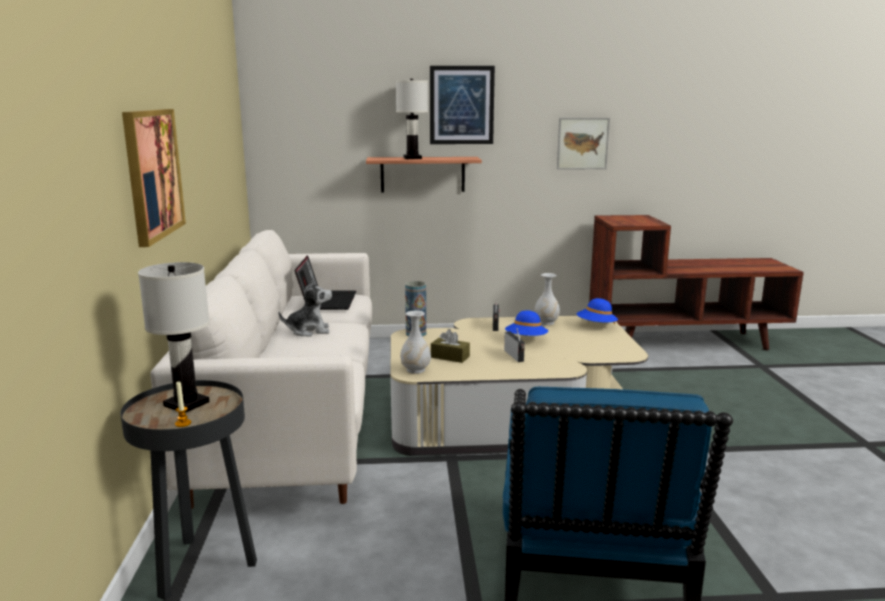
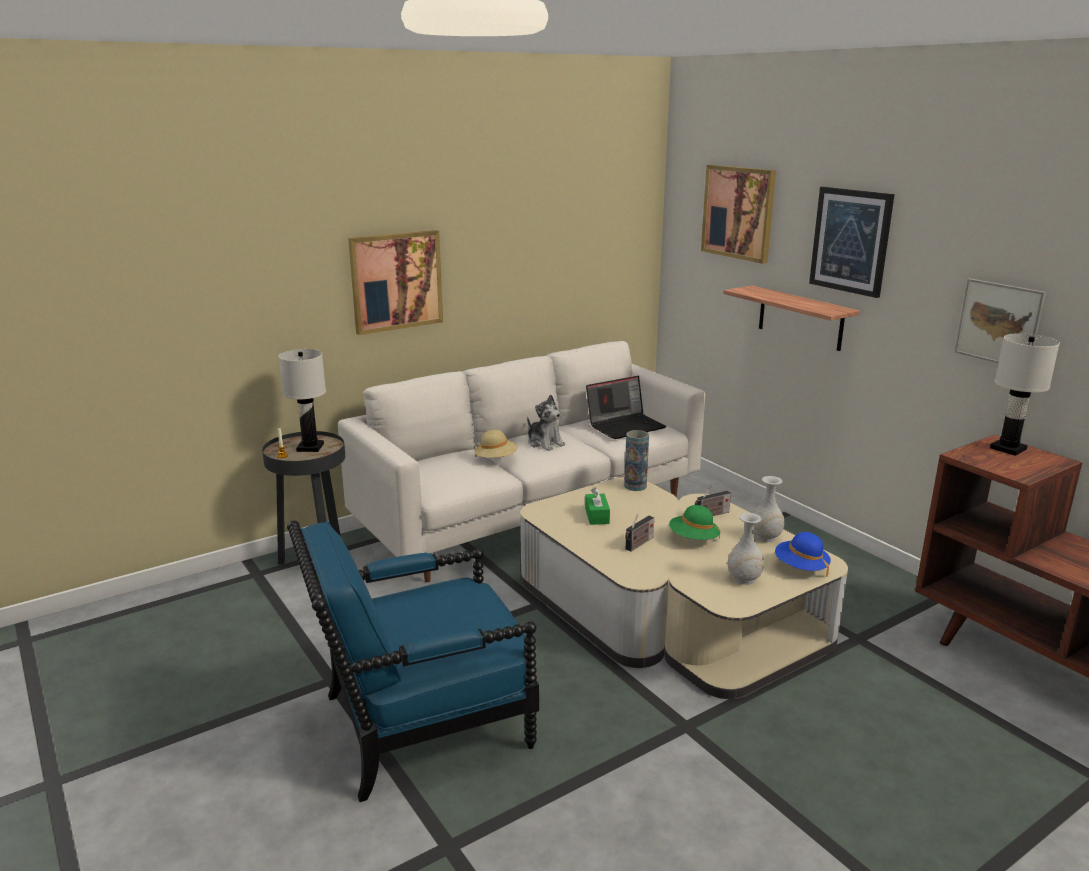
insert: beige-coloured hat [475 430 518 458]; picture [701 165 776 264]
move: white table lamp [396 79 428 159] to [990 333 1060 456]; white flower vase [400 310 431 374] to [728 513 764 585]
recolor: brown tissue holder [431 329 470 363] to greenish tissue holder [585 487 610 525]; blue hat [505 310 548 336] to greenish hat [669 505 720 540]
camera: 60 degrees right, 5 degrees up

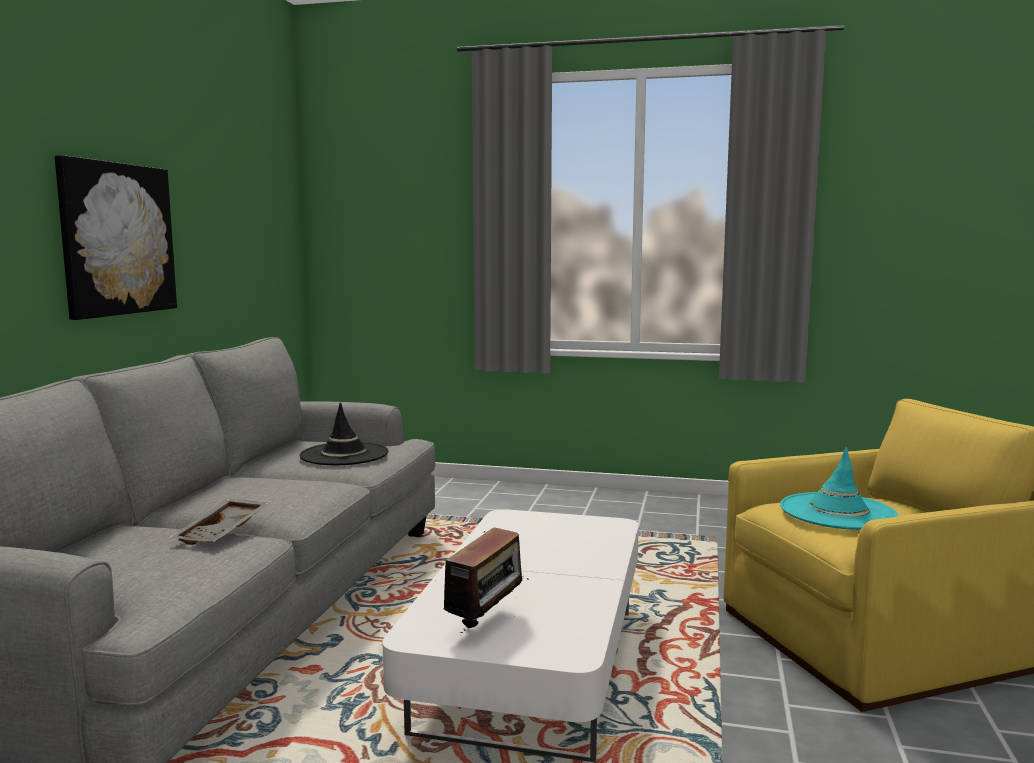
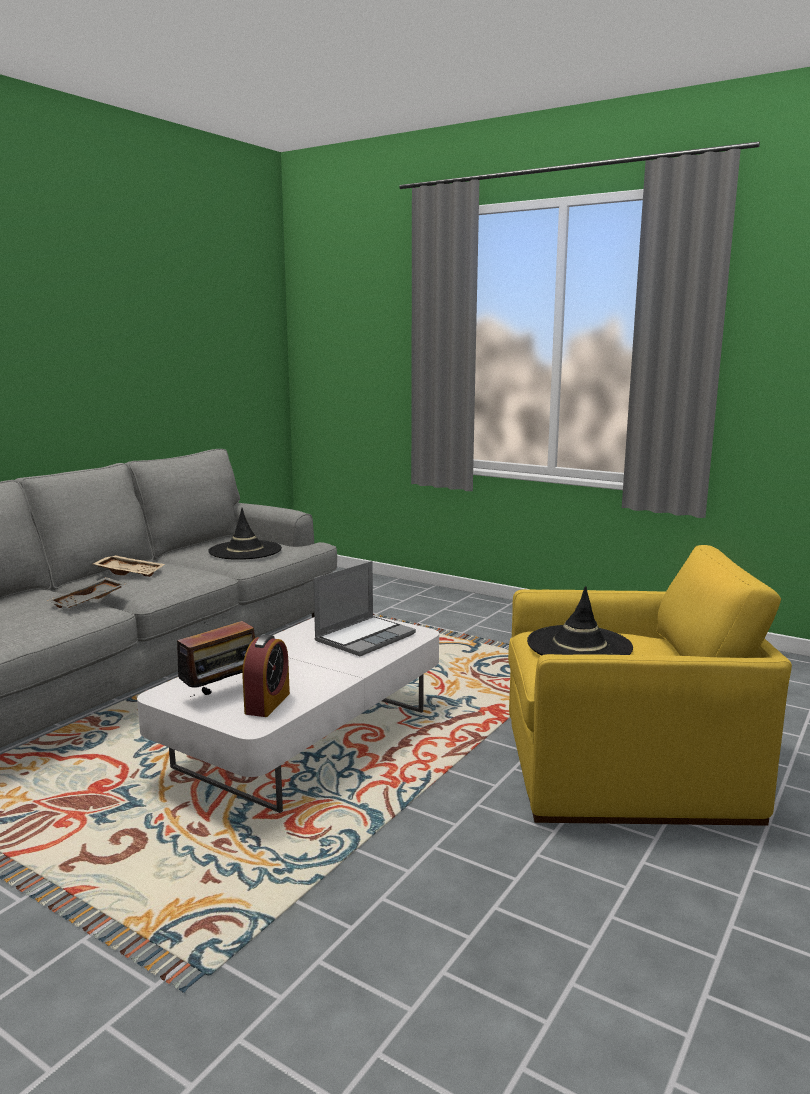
delete: picture [55 155 177 320]
insert: beige-coloured carrying tray [93 555 165 577]; table clock [242 635 290 717]; portable computer [313 561 416 656]
recolor: turquoise hat [780 447 899 530] to blackish hat [527 586 633 655]
camera: 20 degrees right, 5 degrees up

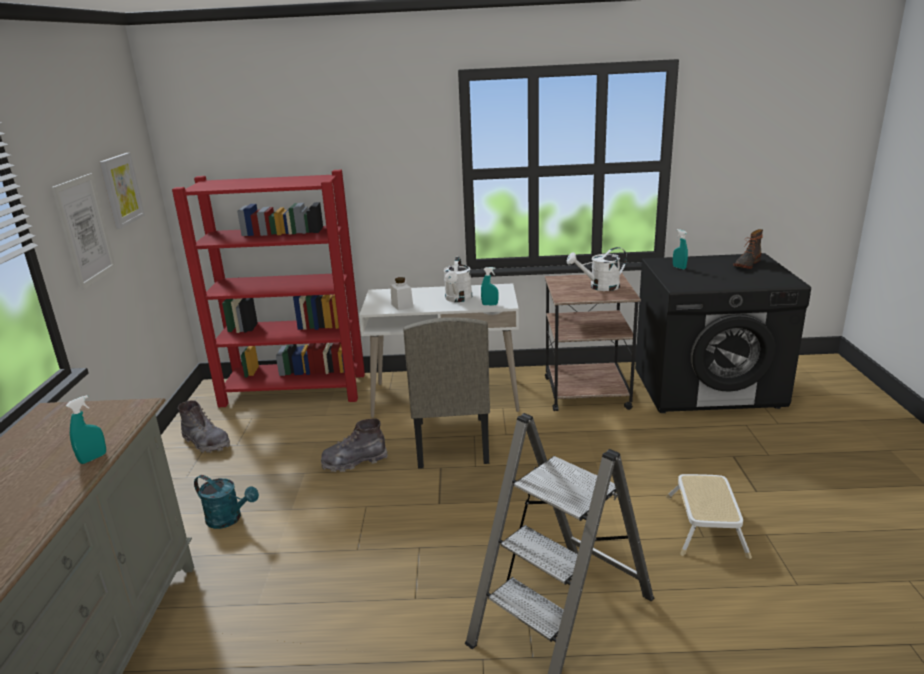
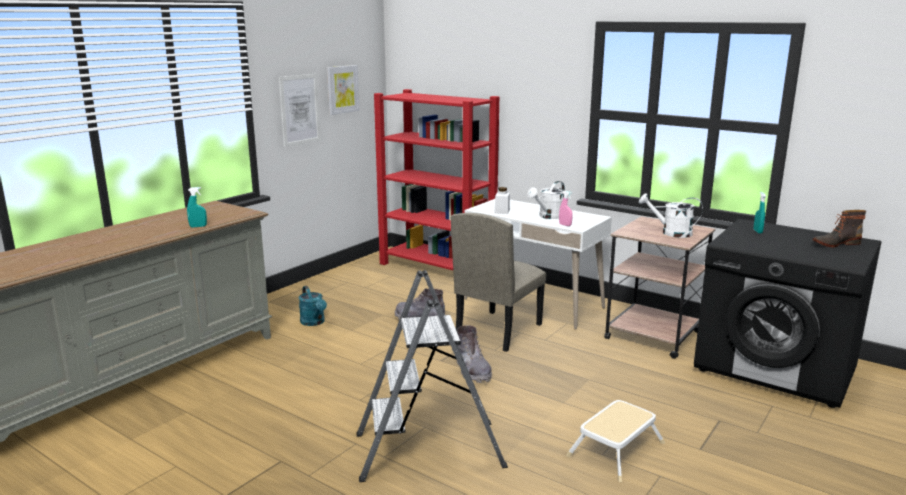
move: gray boot [178 400 230 453] to [457 325 492 383]
recolor: turquoise hand sprayer [481 267 498 305] to pink-coloured hand sprayer [559 191 573 226]
camera: 35 degrees right, 5 degrees down

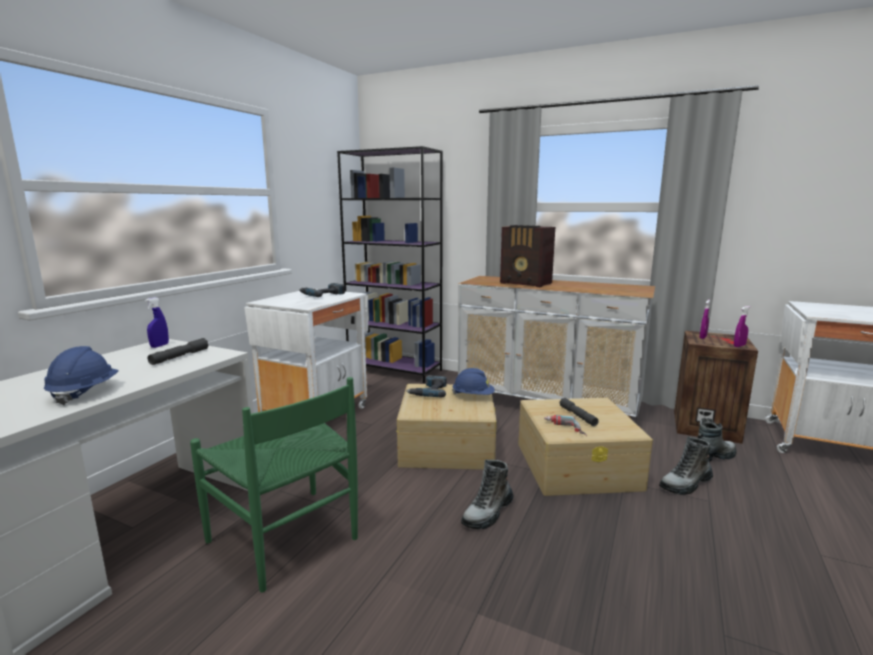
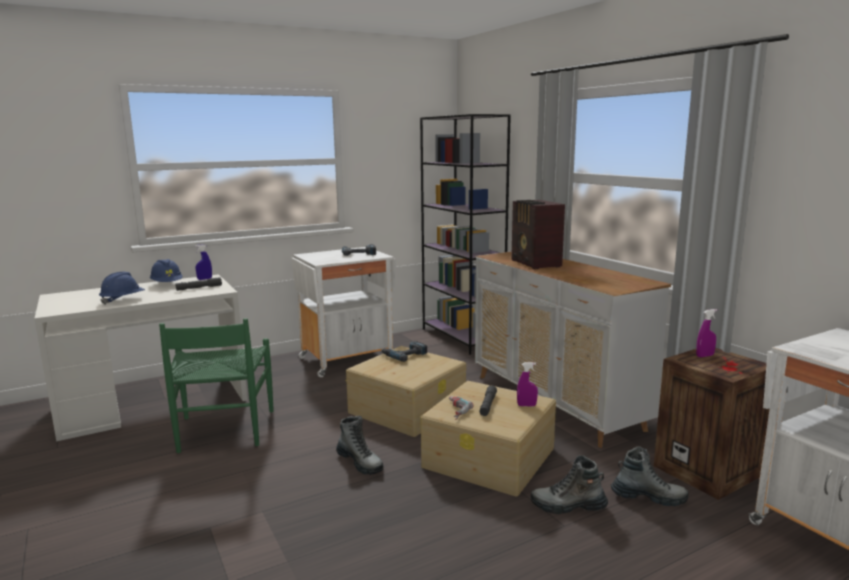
move: blue hard hat [452 368 495 395] to [150 259 182 282]; purplish hand sprayer [734 306 750 347] to [517 362 538 407]
rotate: boot [461 459 514 529] = [336 416 384 475] 120 degrees counterclockwise
camera: 35 degrees right, 0 degrees up

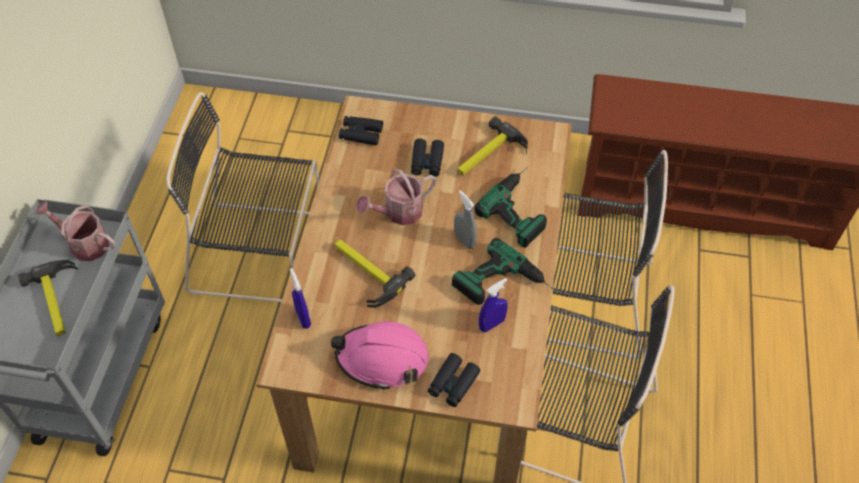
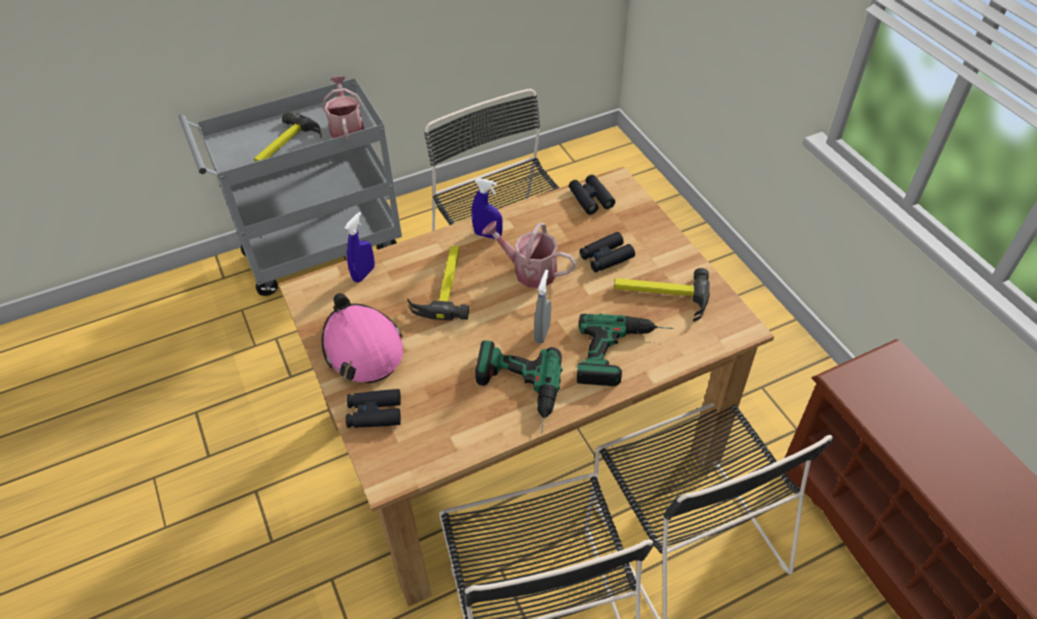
move: blue hand sprayer [479 278 508 332] to [472 178 503 239]
camera: 55 degrees right, 5 degrees down

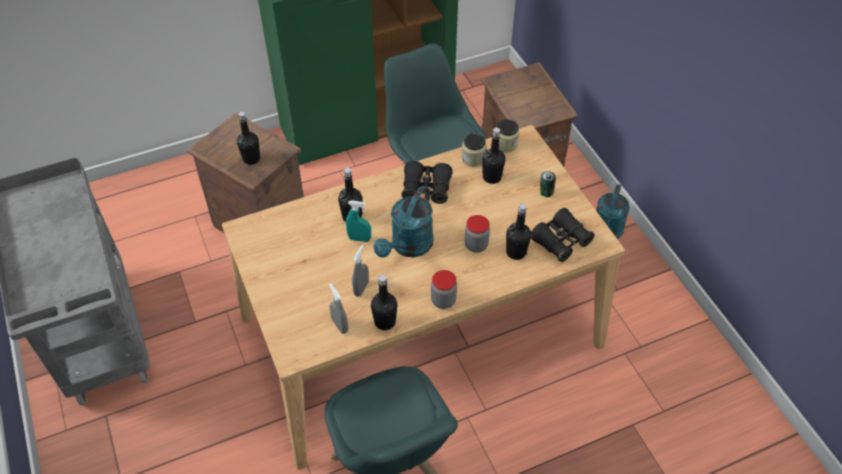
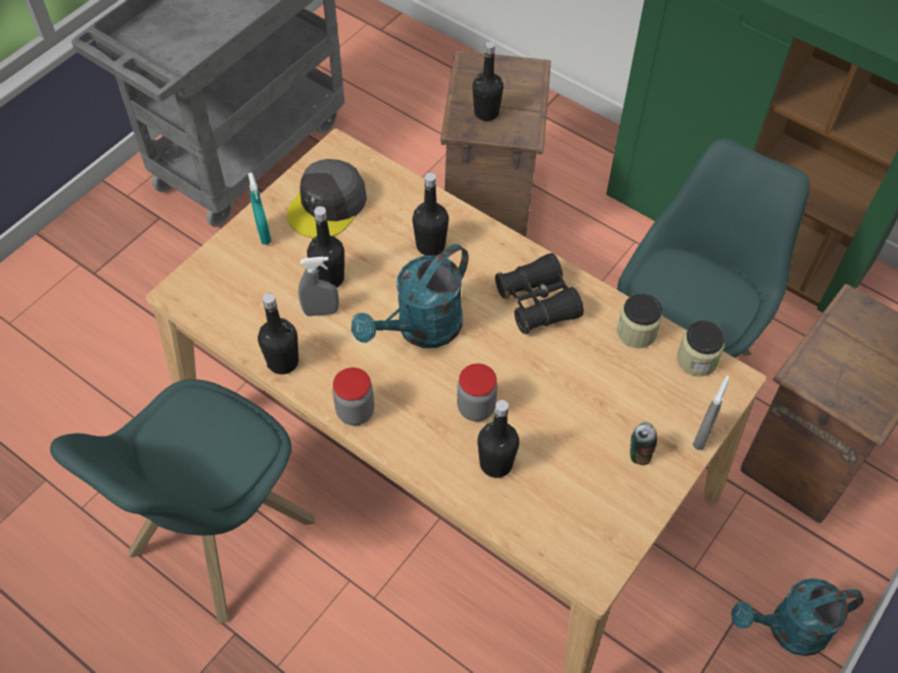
delete: blackish field glasses [531 208 595 262]
insert: gray peaked cap [287 159 367 238]
move: gray hand sprayer [329 283 348 334] to [693 376 730 450]; turquoise hand sprayer [346 201 371 242] to [248 172 271 245]; blackish bottle [482 128 505 184] to [307 206 345 288]
rotate: turquoise sprinkling can [374 186 434 258] = [351 244 469 348] 45 degrees counterclockwise
camera: 60 degrees right, 5 degrees up

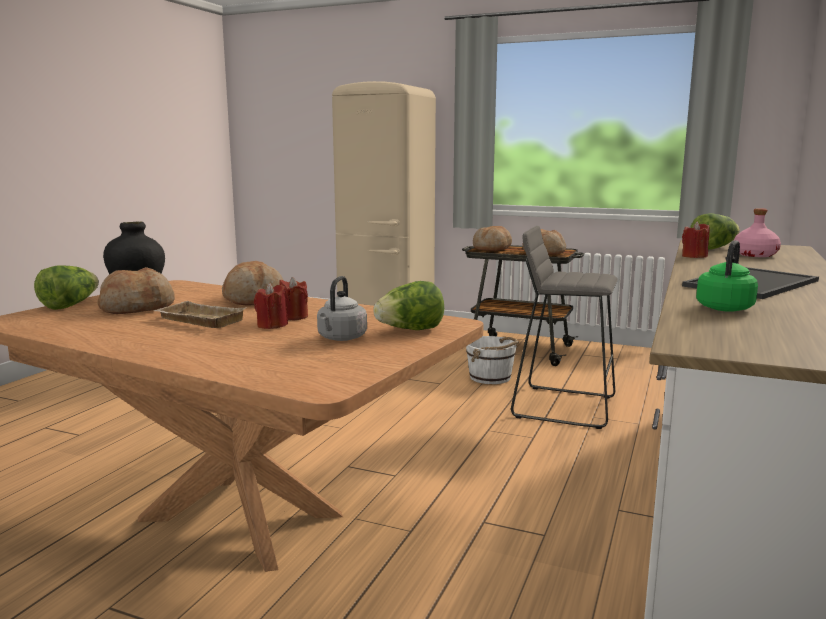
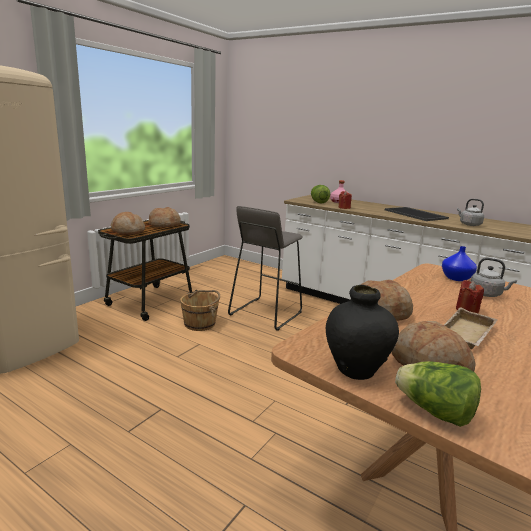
delete: red-coloured wax light [279 277 308 320]
replace: lettuce [373 281 444 330] to blue flower vase [442 246 477 281]
recolor: white pail [466 336 519 384] to brown pail [180 290 220 331]; greenish water kettle [696 240 758 312] to gray water kettle [457 199 484 226]
camera: 80 degrees left, 5 degrees up

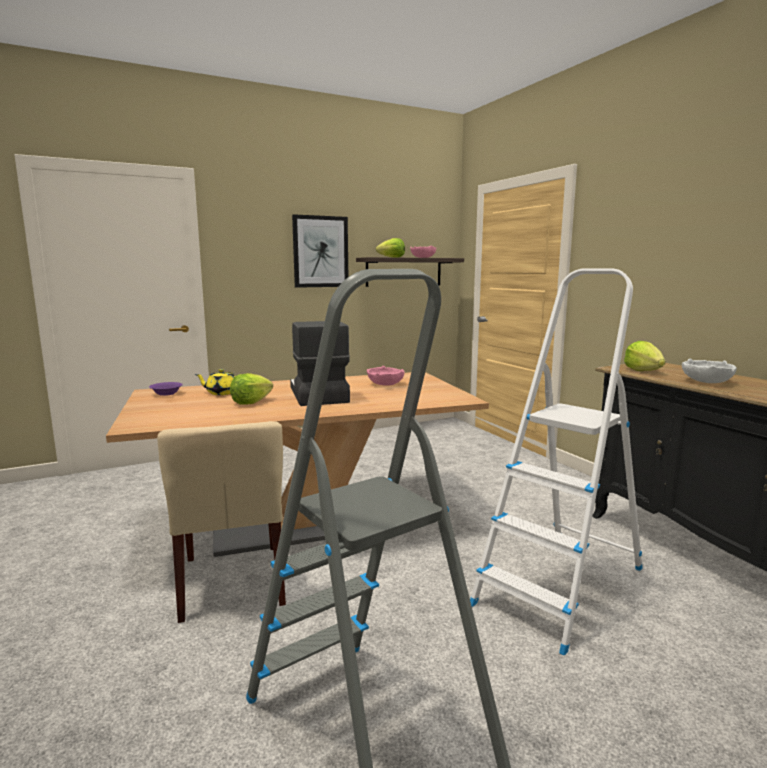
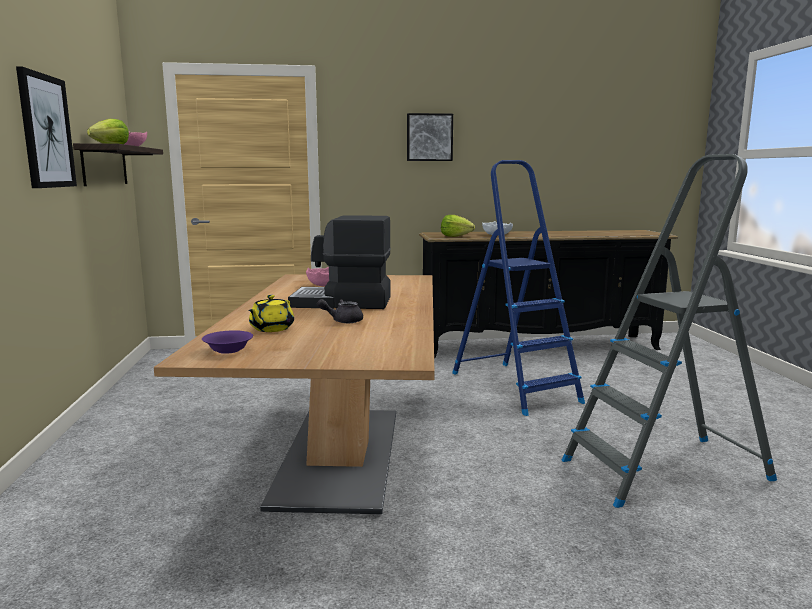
delete: beige-coloured plain chair [157 421 286 623]
insert: picture [407 113 453 161]
replace: lettuce [230 373 273 405] to gray tea pot [317 299 363 323]
recolor: white step stool [470 268 643 655] to blue step stool [452 160 585 416]
camera: 70 degrees left, 0 degrees up

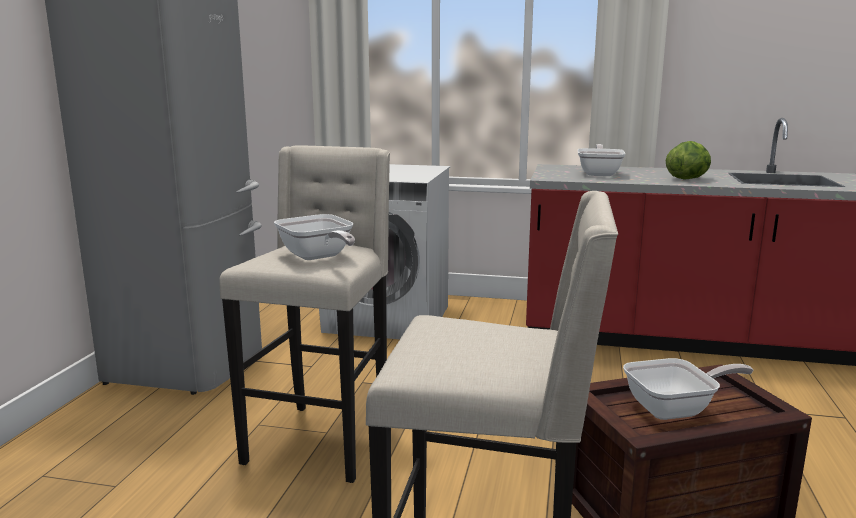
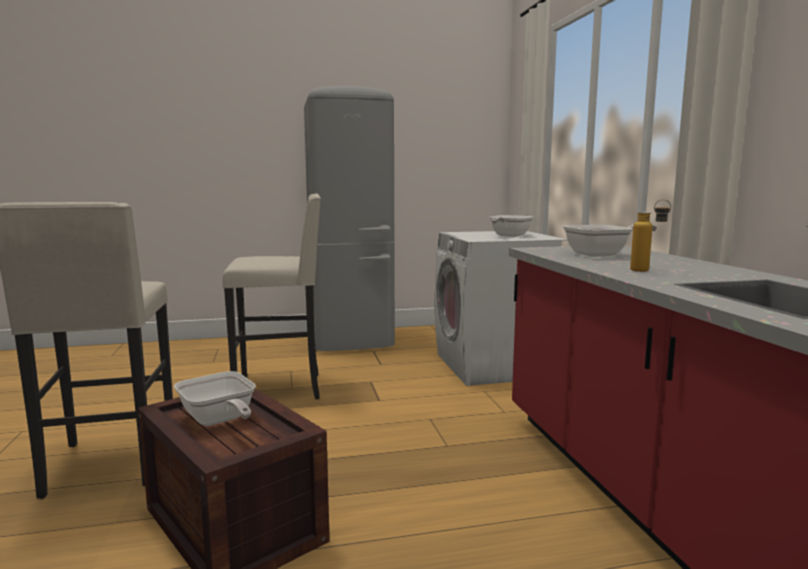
move: skillet [274 214 355 260] to [489 215 534 237]
replace: lettuce [666 141 711 179] to bottle [630 199 671 272]
camera: 65 degrees right, 5 degrees down

